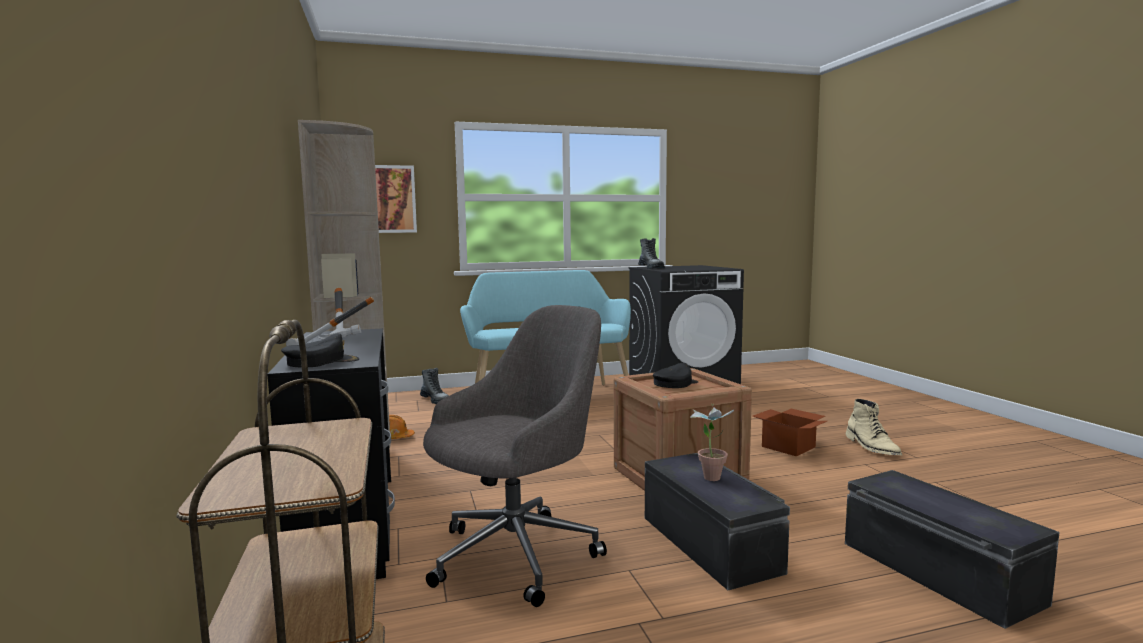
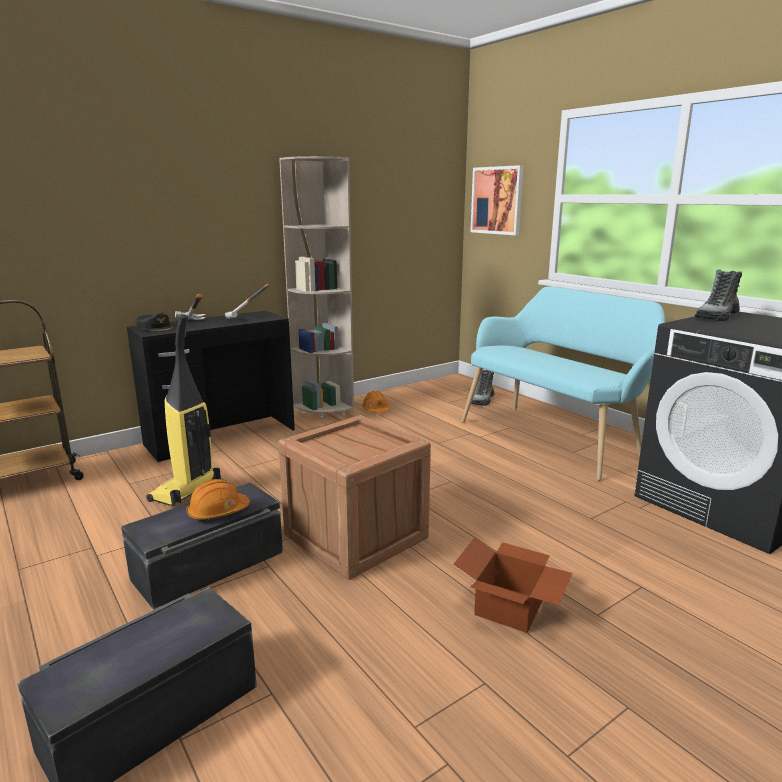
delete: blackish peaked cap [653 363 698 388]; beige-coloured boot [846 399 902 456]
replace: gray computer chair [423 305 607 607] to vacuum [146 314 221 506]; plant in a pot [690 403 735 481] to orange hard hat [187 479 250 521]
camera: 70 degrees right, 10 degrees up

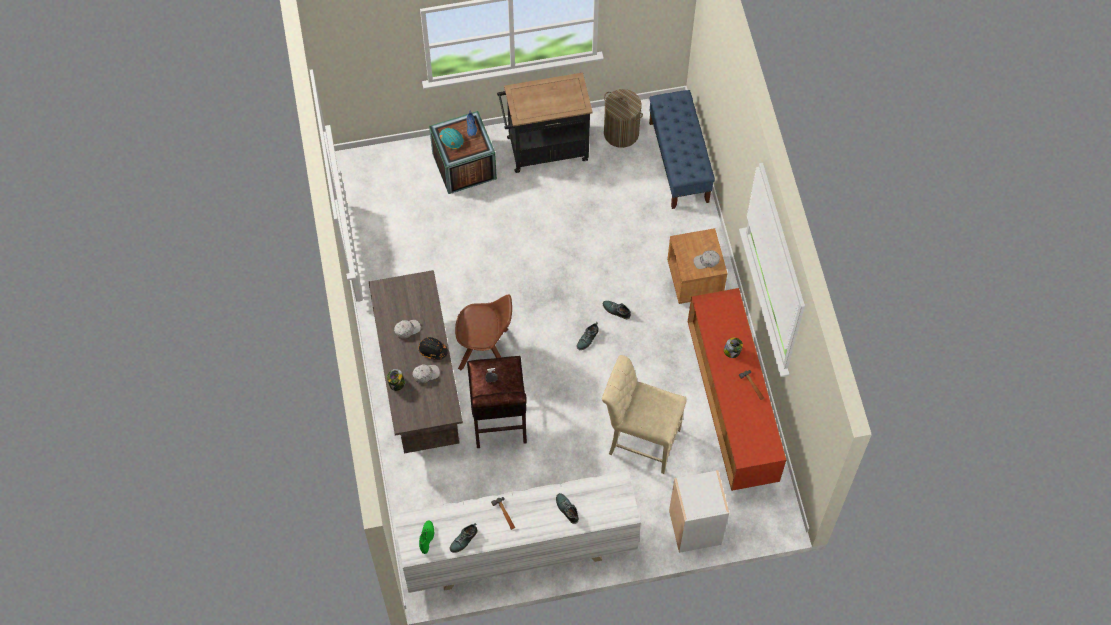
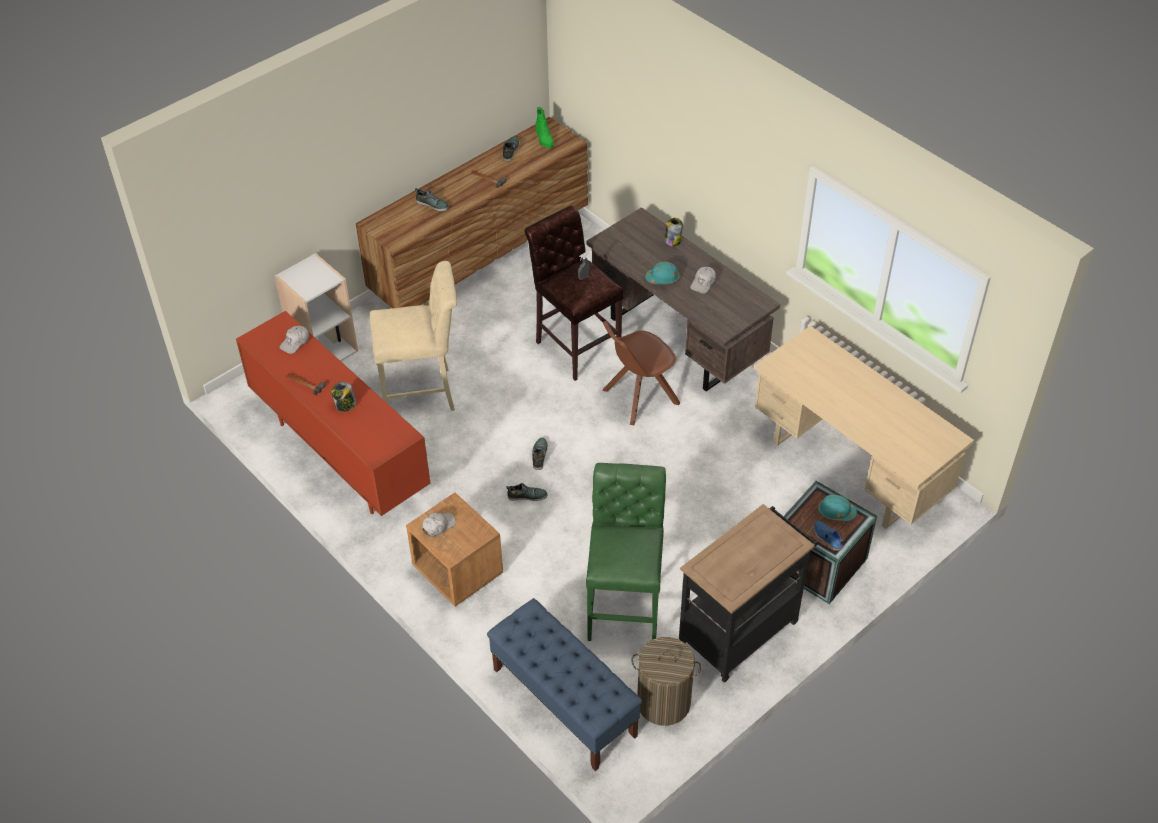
insert: greenish sitting stool [586 463 666 641]; beige-coloured desk table [754 326 974 529]
move: white peaked cap [412 364 440 383] to [280 326 309 354]
recolor: white cupboard [394 470 641 593] to brown cupboard [356 117 588 308]; blackish hard hat [419 337 448 360] to turquoise hard hat [645 262 680 285]
camera: 150 degrees right, 15 degrees down

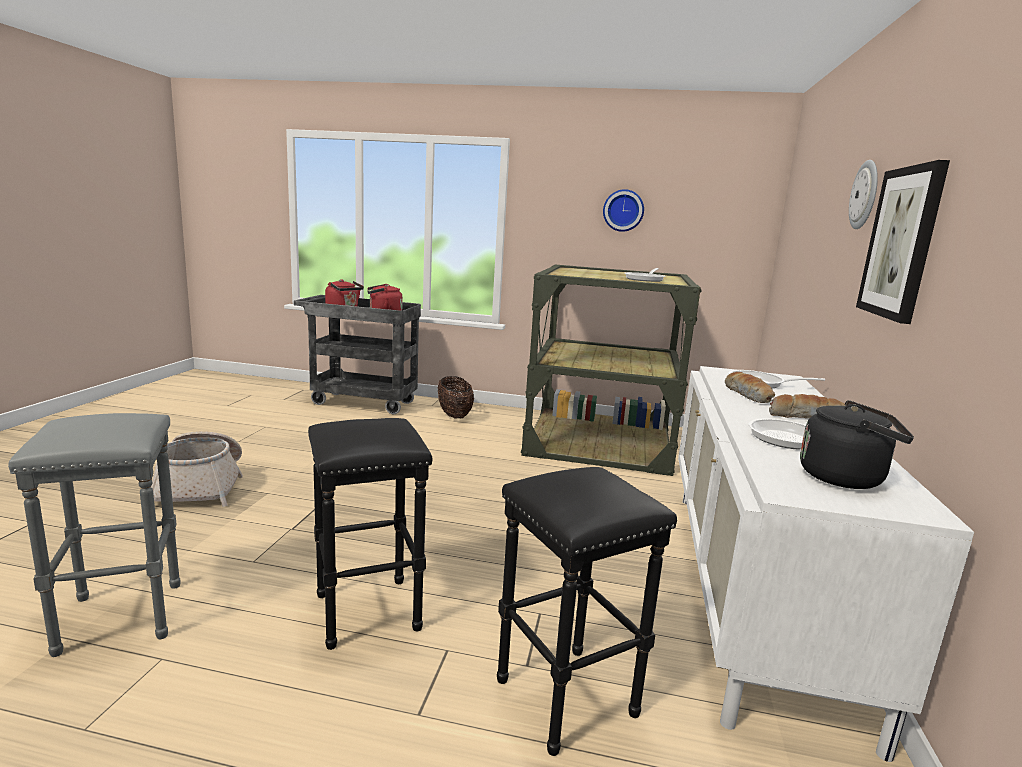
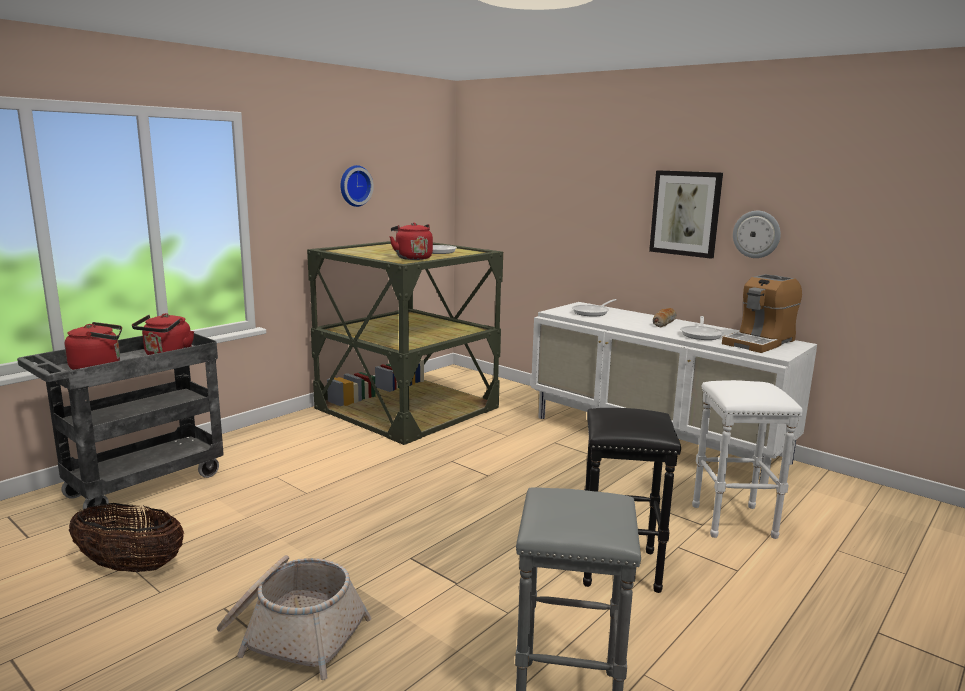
delete: baked bread [725 372 775 403]
insert: red-coloured water kettle [389 222 433 260]
move: household basket [438 376 474 418] to [69 503 184 572]; wall clock [849 160 878 229] to [733 211 781 258]
replace: blackish water kettle [800 400 914 489] to coffee brewer [722 274 802 353]
recolor: blackish sitting stool [497 467 677 756] to white sitting stool [692 380 803 539]
camera: 60 degrees left, 0 degrees up

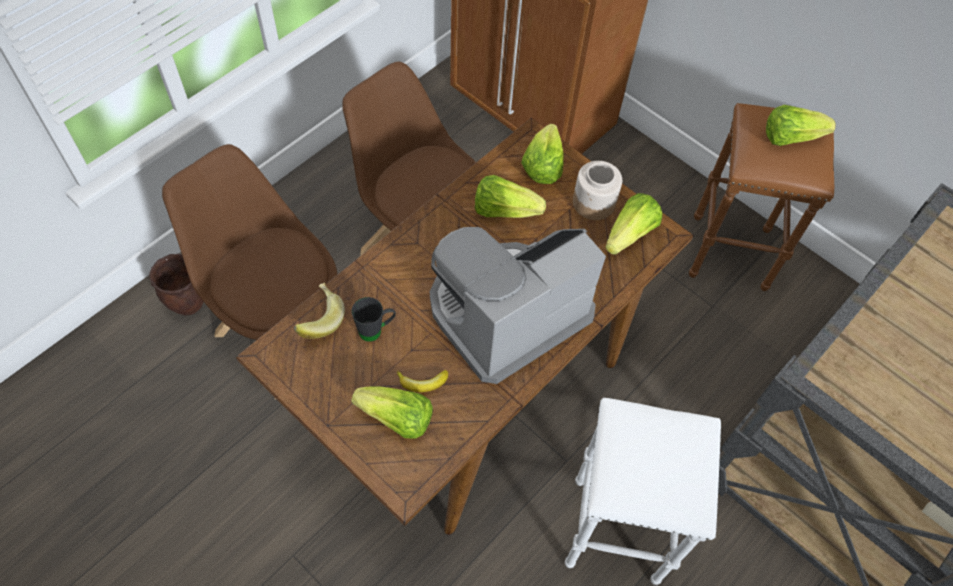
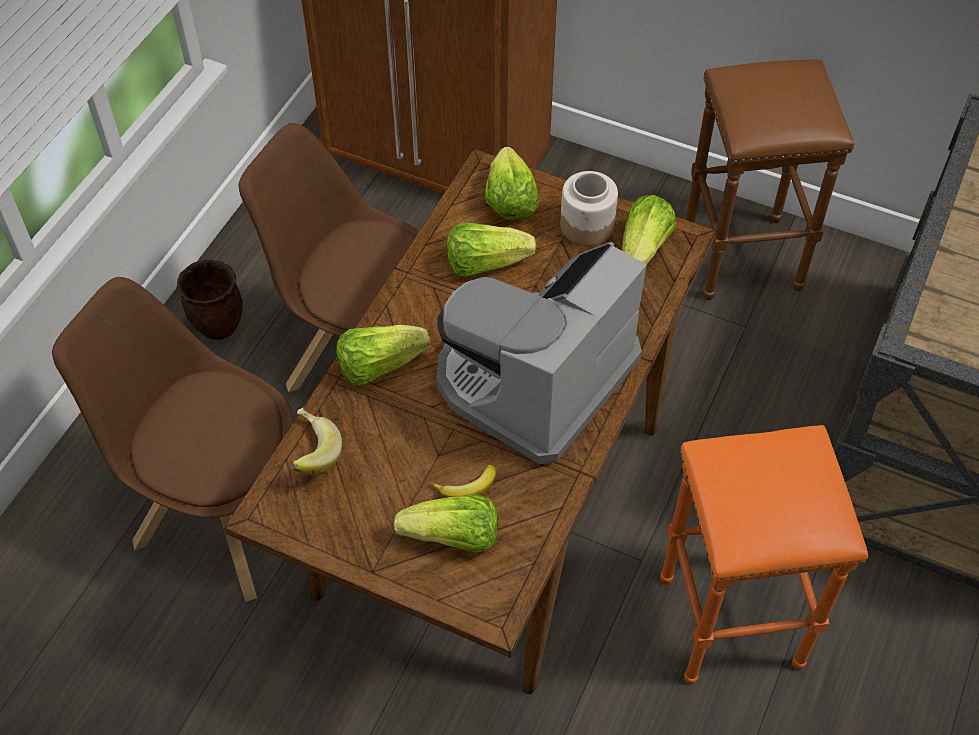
delete: blackish coffee mug [351 297 396 342]
move: brown plant pot [149 254 204 315] to [177 260 243 340]; lettuce [766 105 836 146] to [336 325 430 386]
recolor: white sitting stool [565 398 721 585] to orange sitting stool [660 425 868 685]
camera: 15 degrees left, 5 degrees down

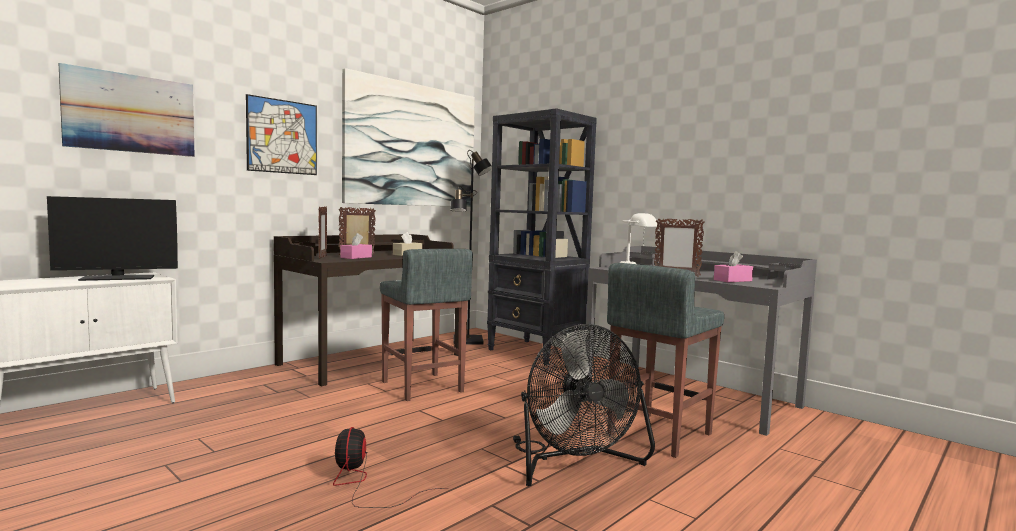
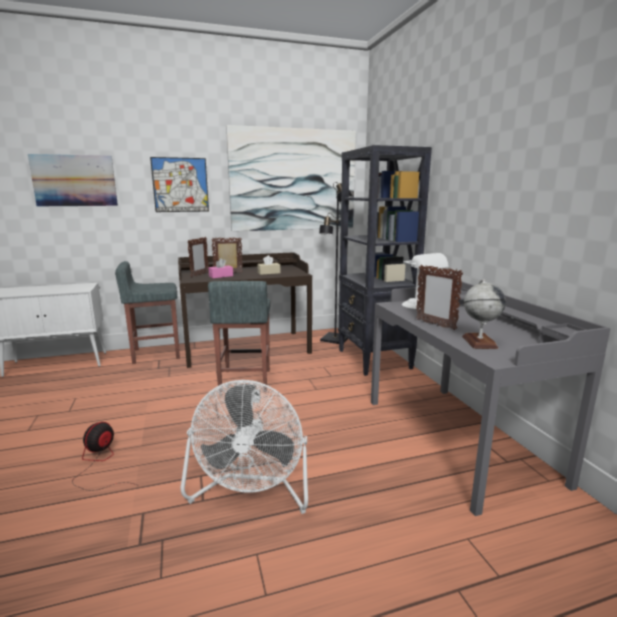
delete: monitor [47 196 178 281]
move: gray sitting stool [607 263 724 458] to [115 261 180 364]
replace: pink-coloured tissue holder [714 251 753 282] to desk globe [462 280 506 349]
recolor: blackish electric fan [513 324 655 486] to white electric fan [180 380 308 514]
camera: 30 degrees right, 10 degrees up

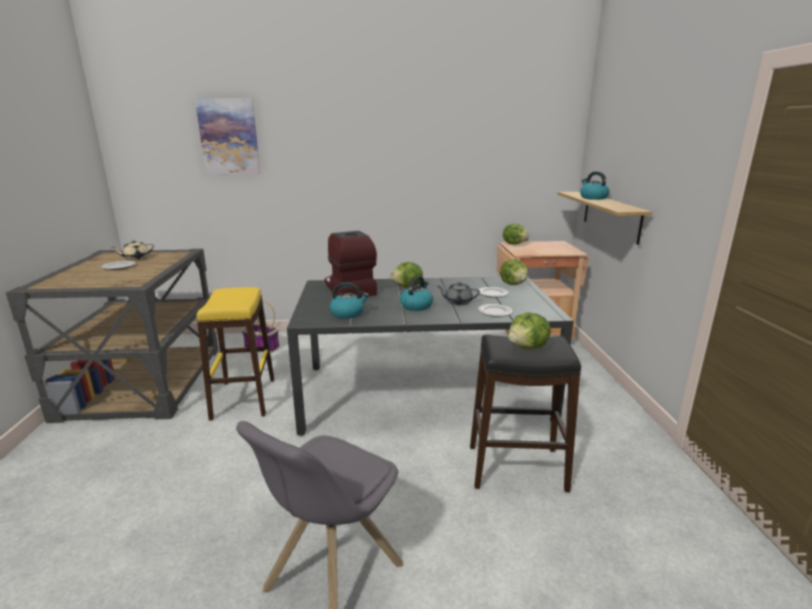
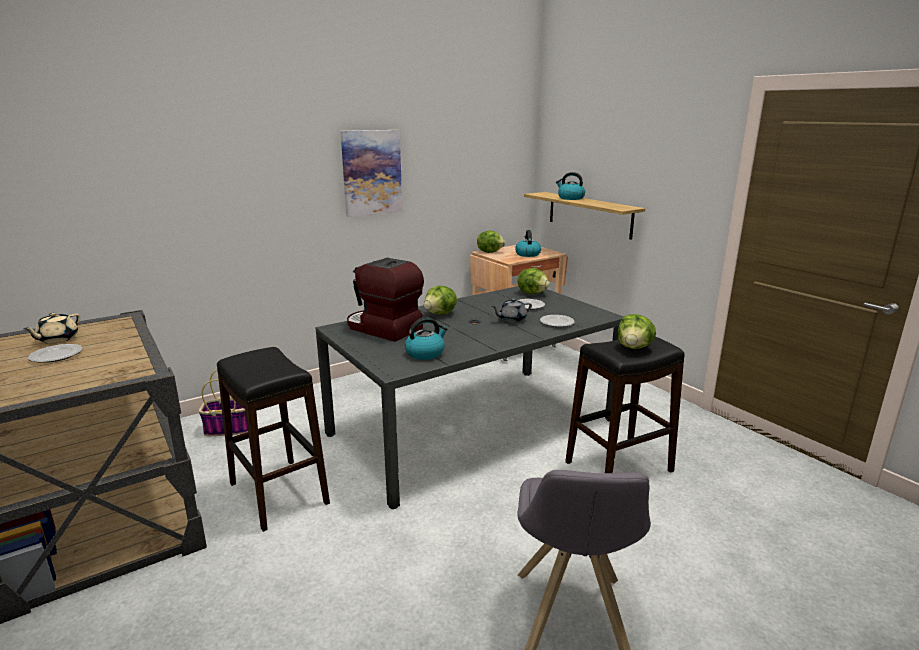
move: picture [195 98 260 175] to [341 130 402 217]; water kettle [400 276 433 311] to [515 230 541 257]
recolor: yellow sitting stool [196 287 274 421] to blackish sitting stool [217 347 330 532]
camera: 30 degrees left, 0 degrees up

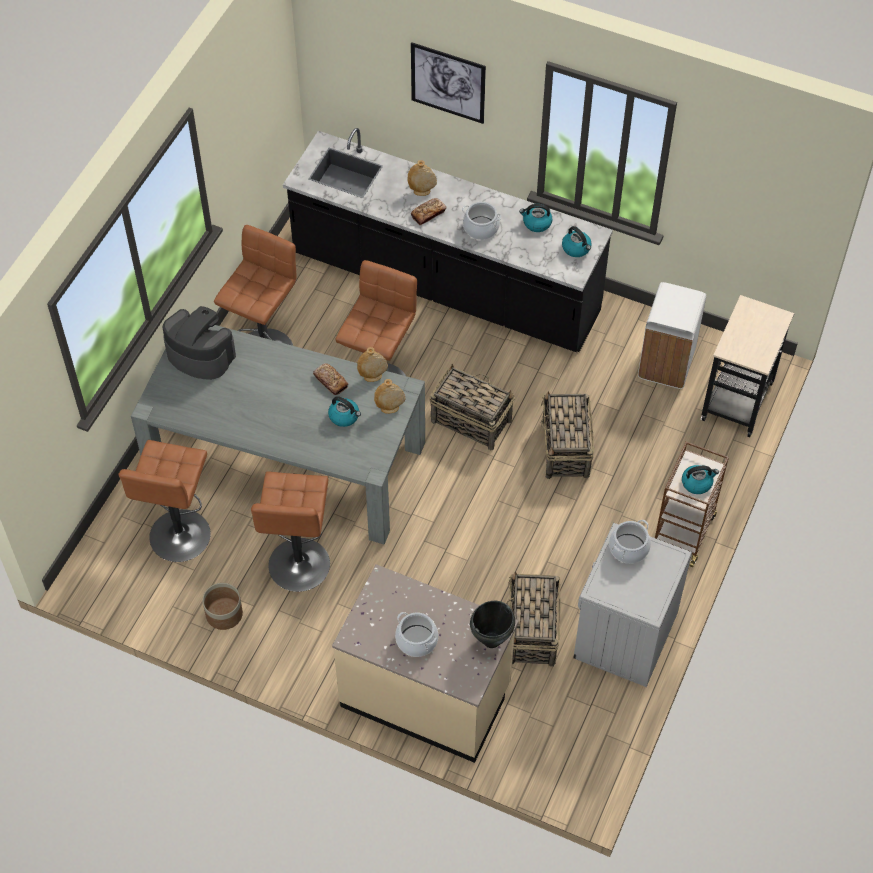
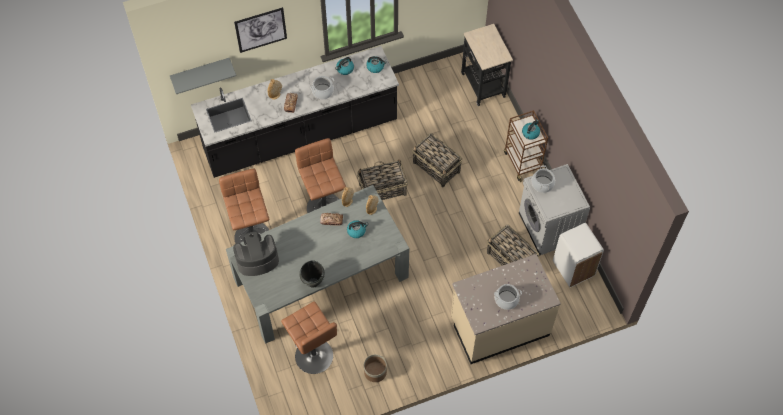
delete: brown sitting stool [251 471 330 592]
insert: gray bracket shelf [170 58 236 94]
move: blackish stockpot [470 601 515 648] to [300 260 325 288]; white trash can [638 282 706 389] to [553 223 604 287]
camera: 45 degrees left, 5 degrees up

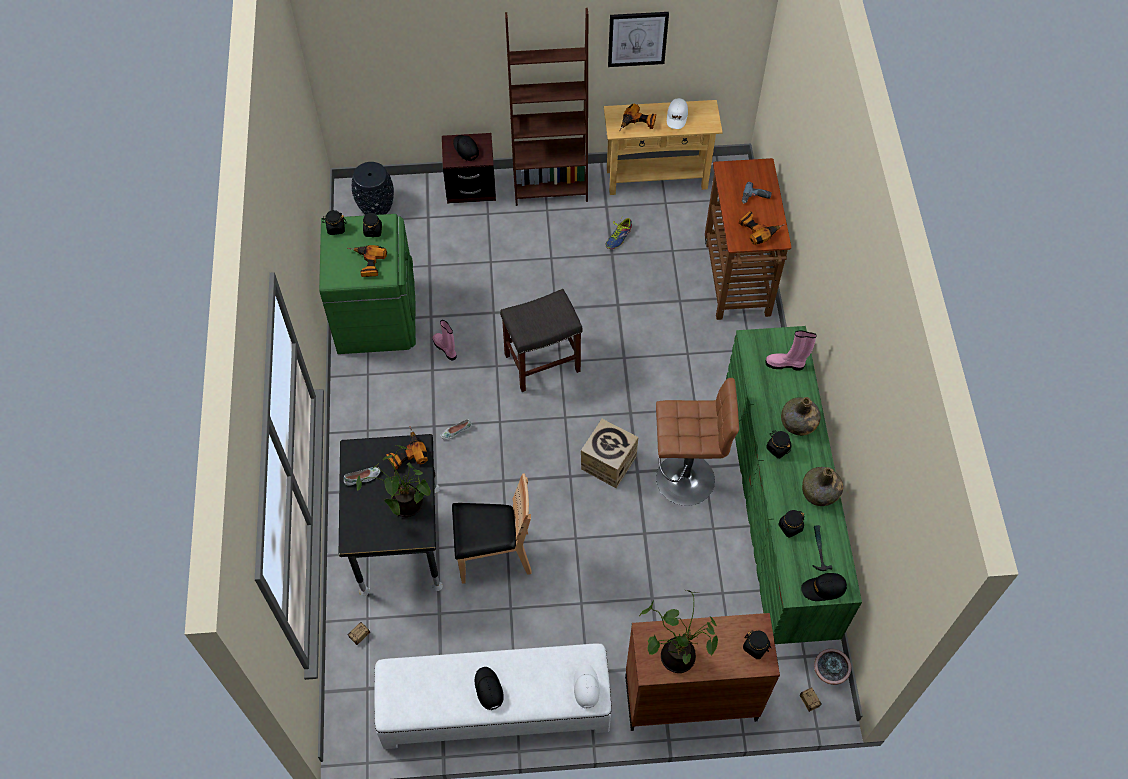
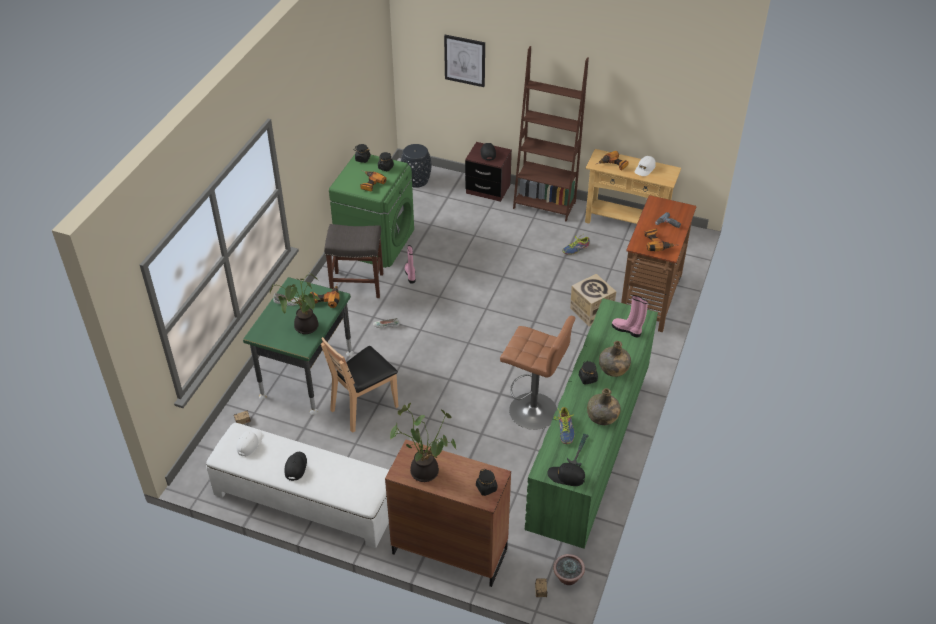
move: gray sitting stool [500 289 583 392] to [324 224 383 298]; white peaked cap [574 664 600 709] to [236 429 263 456]; cardboard box [581 419 639 488] to [570 274 616 326]; picture [608 12 669 67] to [444 35 485 87]
replace: blackish preserve jar [778 510 805 538] to shoe [554 407 575 444]
recolor: blackish desk table [339 434 443 596] to greenish desk table [243 277 354 415]
rotate: brown plain chair [452 473 531 584] = [321 337 399 433] 120 degrees clockwise
camera: 25 degrees right, 15 degrees down

